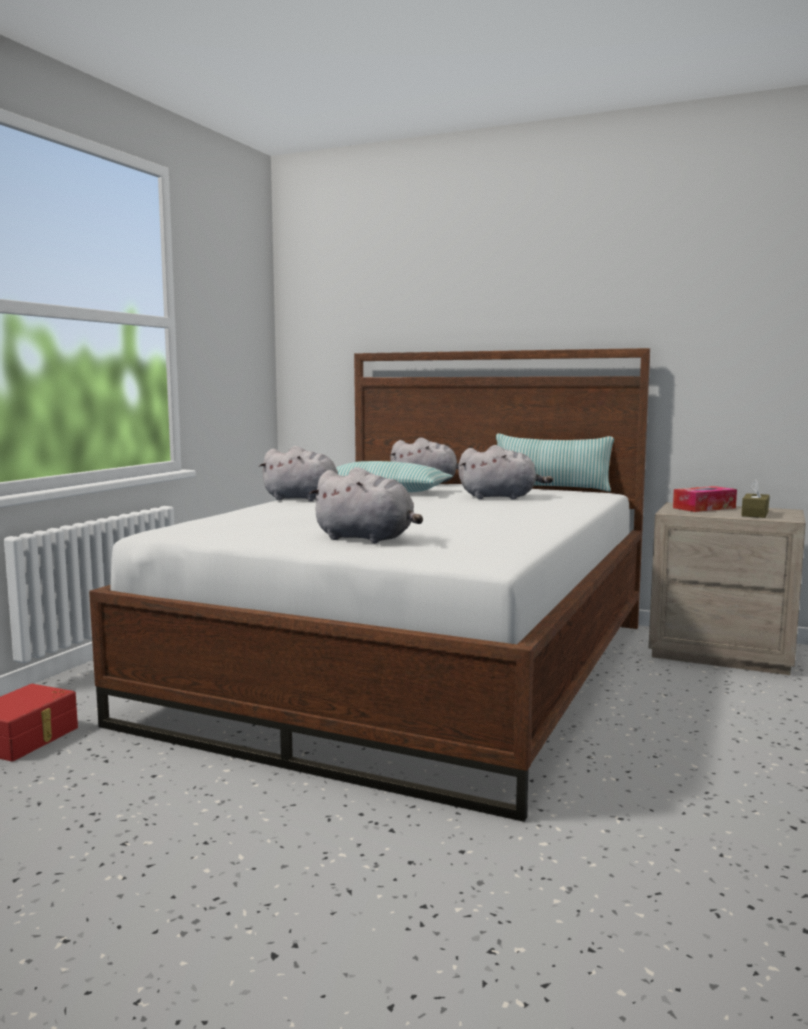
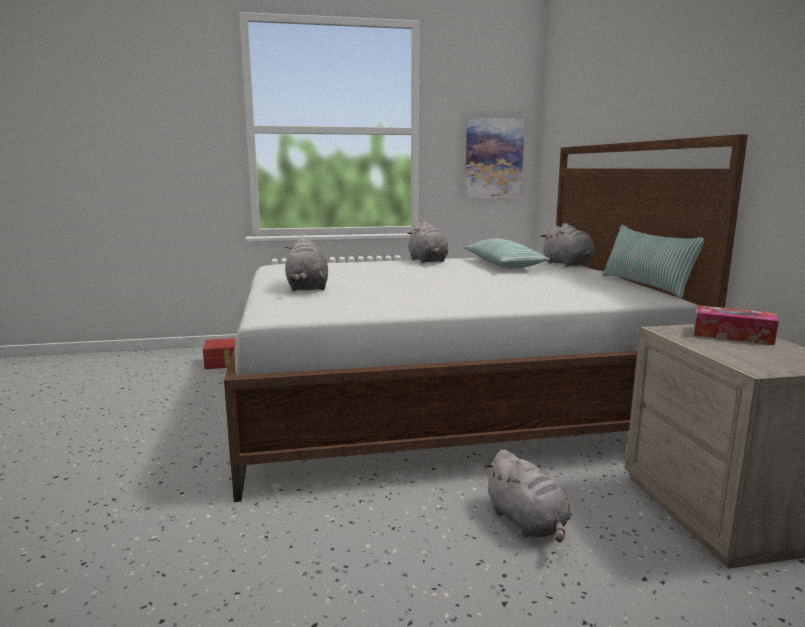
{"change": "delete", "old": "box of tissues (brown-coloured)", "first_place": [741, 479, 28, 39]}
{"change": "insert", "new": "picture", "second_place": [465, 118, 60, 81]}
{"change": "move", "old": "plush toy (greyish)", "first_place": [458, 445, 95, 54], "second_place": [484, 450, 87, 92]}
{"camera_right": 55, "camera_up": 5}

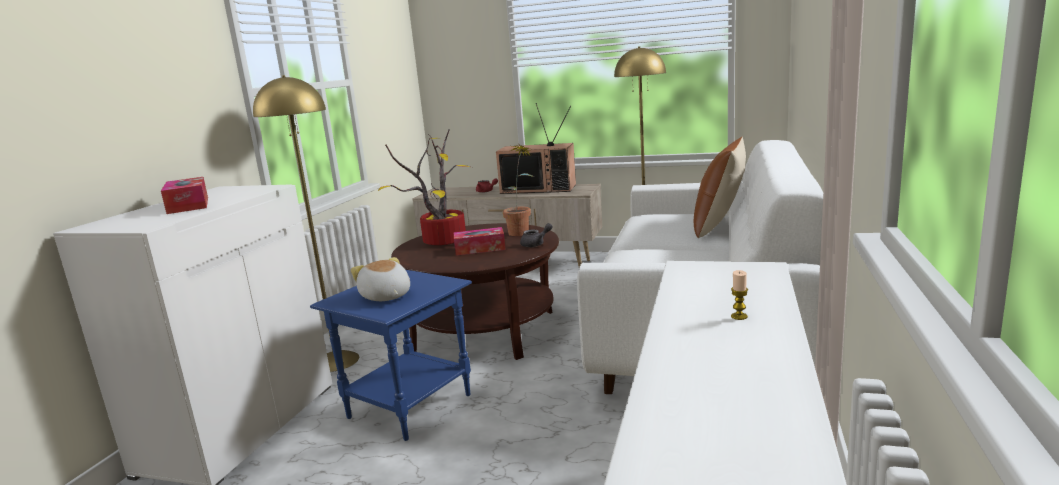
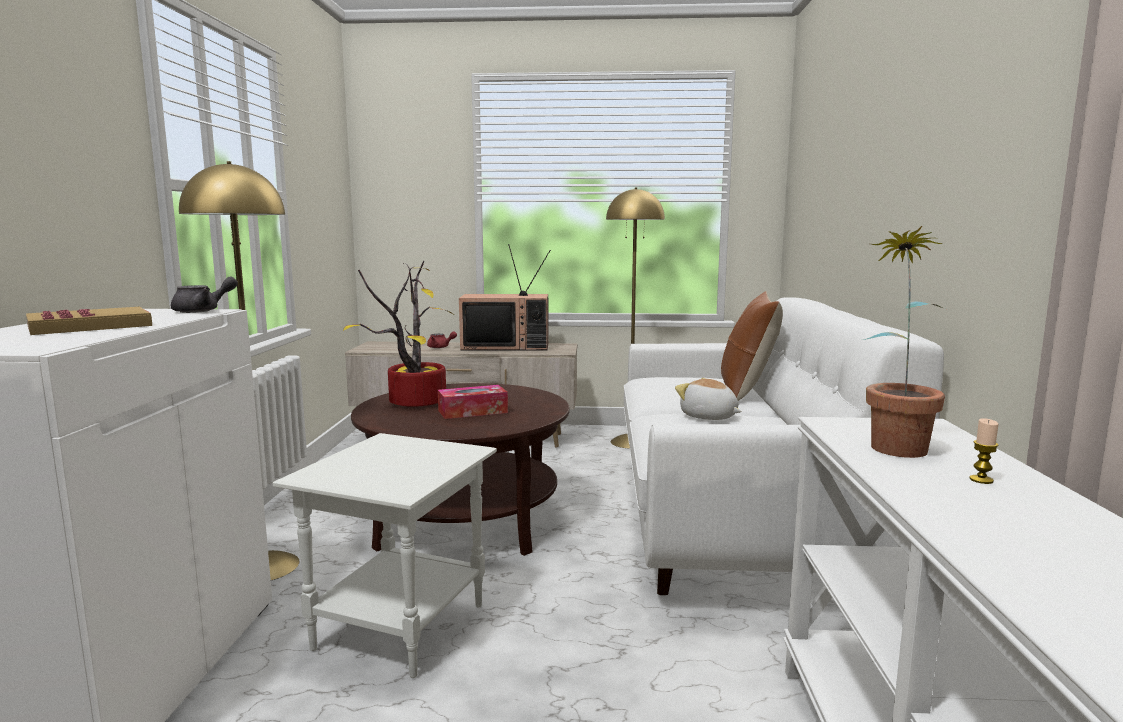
{"change": "move", "old": "plush toy", "first_place": [351, 257, 59, 44], "second_place": [675, 378, 67, 42]}
{"change": "move", "old": "houseplant", "first_place": [502, 145, 32, 91], "second_place": [864, 226, 84, 232]}
{"change": "move", "old": "pot for tea (greyish)", "first_place": [520, 223, 32, 24], "second_place": [171, 277, 67, 36]}
{"change": "replace", "old": "box of tissues", "new": "book", "first_place": [161, 177, 47, 37], "second_place": [26, 307, 126, 28]}
{"change": "recolor", "old": "side table (blue-coloured)", "new": "side table (white)", "first_place": [310, 270, 162, 171], "second_place": [273, 433, 224, 245]}
{"camera_right": -15, "camera_up": -5}

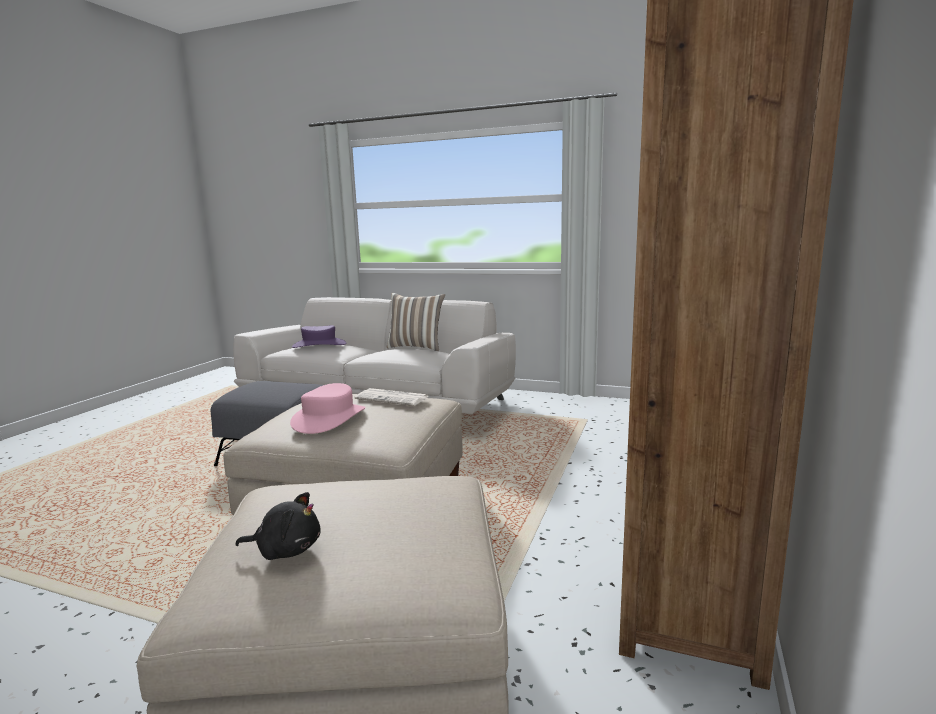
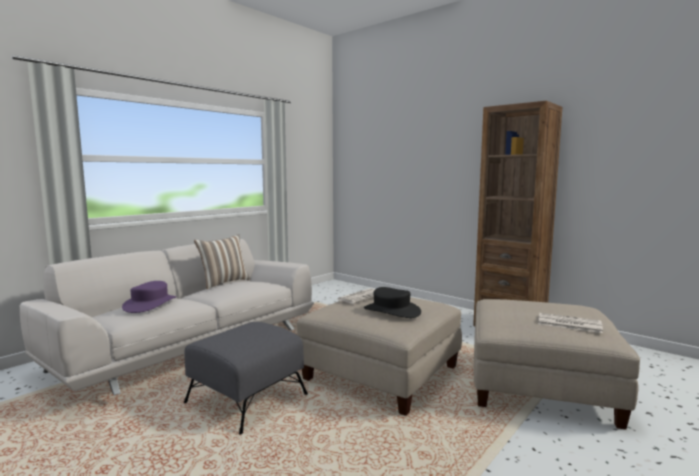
{"change": "replace", "old": "plush toy (black-coloured)", "new": "newspaper", "first_place": [235, 492, 86, 68], "second_place": [538, 313, 65, 20]}
{"change": "recolor", "old": "hat (pink-coloured)", "new": "hat (black-coloured)", "first_place": [290, 383, 75, 51], "second_place": [364, 287, 57, 31]}
{"camera_right": -70, "camera_up": -5}

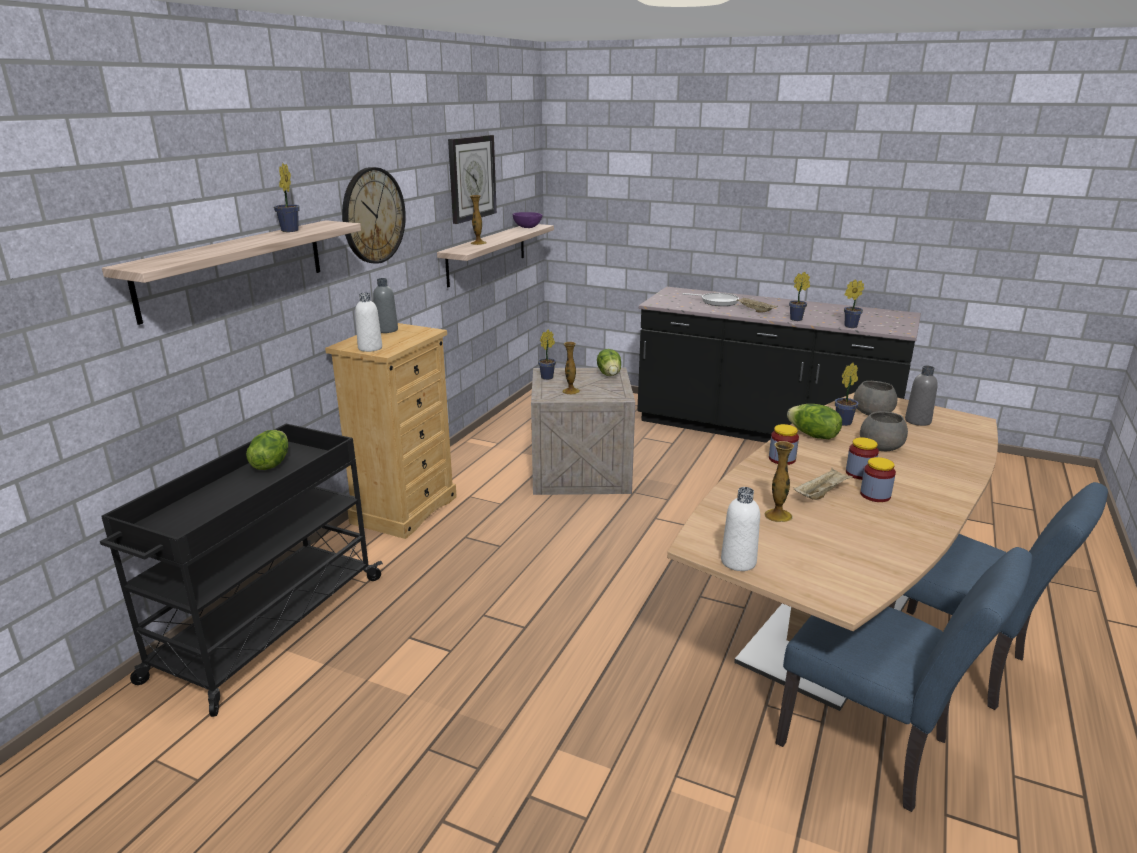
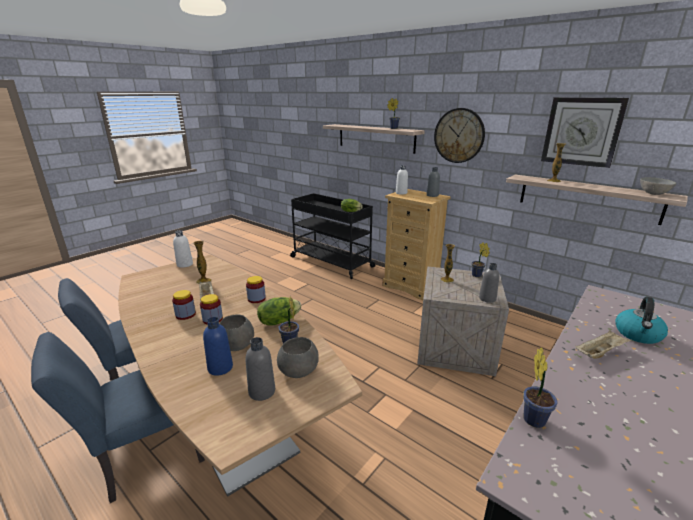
{"change": "delete", "old": "houseplant", "first_place": [789, 272, 21, 49]}
{"change": "insert", "new": "beverage bottle (blue-coloured)", "second_place": [203, 317, 30, 59]}
{"change": "replace", "old": "head of lettuce", "new": "beverage bottle (greyish)", "first_place": [597, 349, 24, 27], "second_place": [479, 263, 21, 40]}
{"change": "replace", "old": "pan", "new": "tea kettle", "first_place": [682, 293, 57, 13], "second_place": [615, 297, 53, 47]}
{"change": "recolor", "old": "deep dish (purple)", "new": "deep dish (greyish)", "first_place": [512, 212, 30, 16], "second_place": [640, 177, 36, 18]}
{"camera_right": 105, "camera_up": 0}

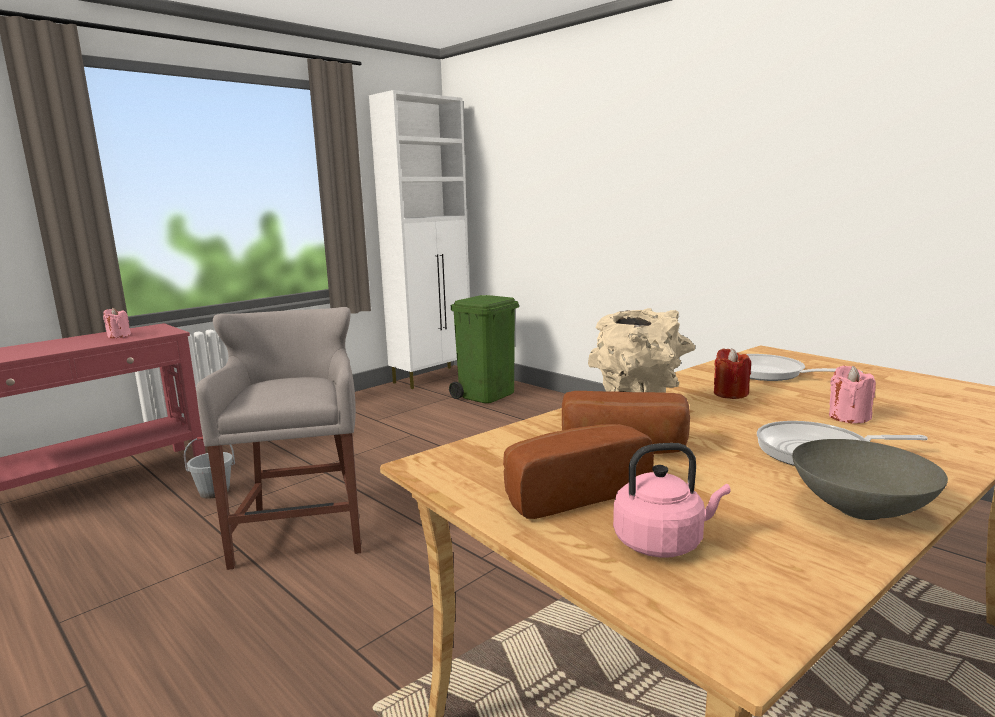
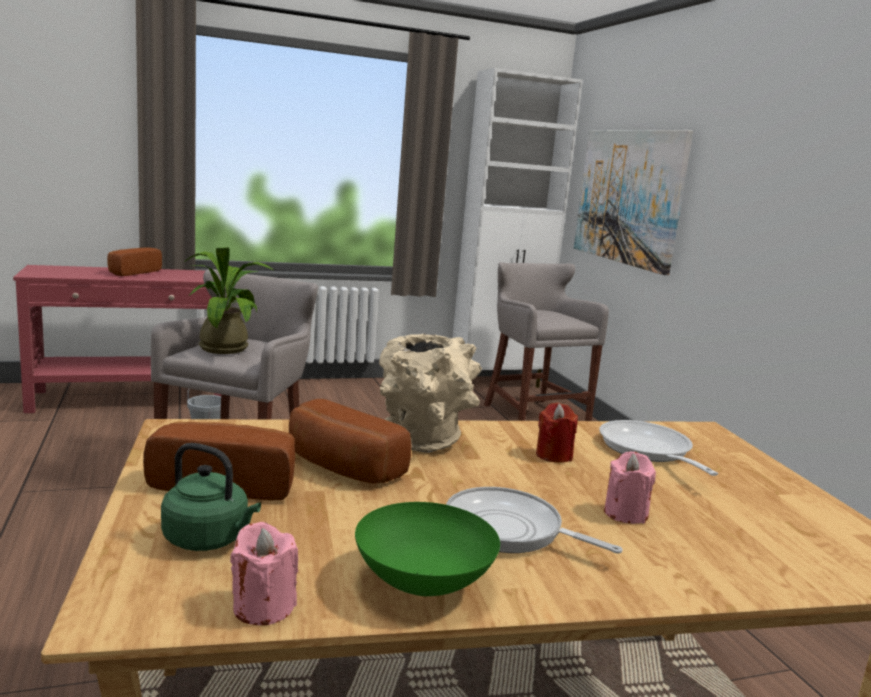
{"change": "insert", "new": "bread", "second_place": [107, 247, 55, 29]}
{"change": "insert", "new": "houseplant", "second_place": [184, 247, 91, 107]}
{"change": "insert", "new": "picture", "second_place": [574, 130, 119, 145]}
{"change": "move", "old": "wax candle (pink-coloured)", "first_place": [103, 308, 28, 30], "second_place": [230, 522, 68, 103]}
{"change": "replace", "old": "trash can (green)", "new": "sitting stool (greyish)", "first_place": [449, 295, 70, 108], "second_place": [484, 262, 125, 159]}
{"change": "recolor", "old": "tea kettle (pink-coloured)", "new": "tea kettle (green)", "first_place": [613, 443, 118, 115], "second_place": [161, 443, 100, 108]}
{"change": "recolor", "old": "deep dish (greyish)", "new": "deep dish (green)", "first_place": [792, 439, 156, 81], "second_place": [355, 502, 145, 94]}
{"camera_right": 25, "camera_up": 0}

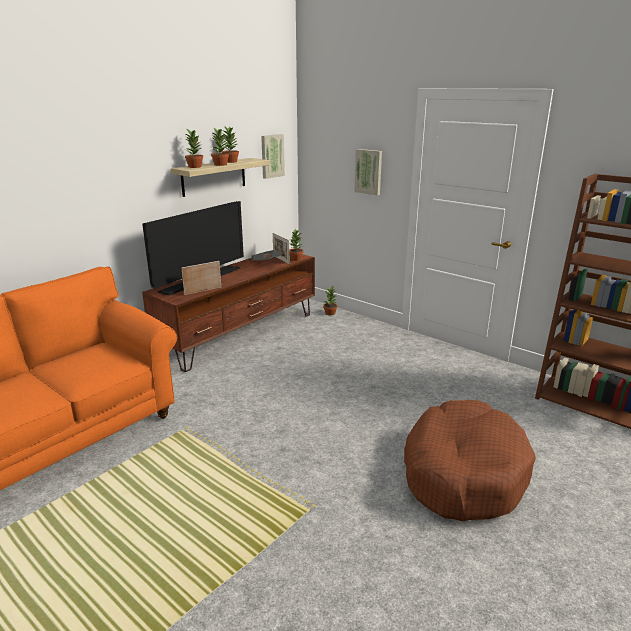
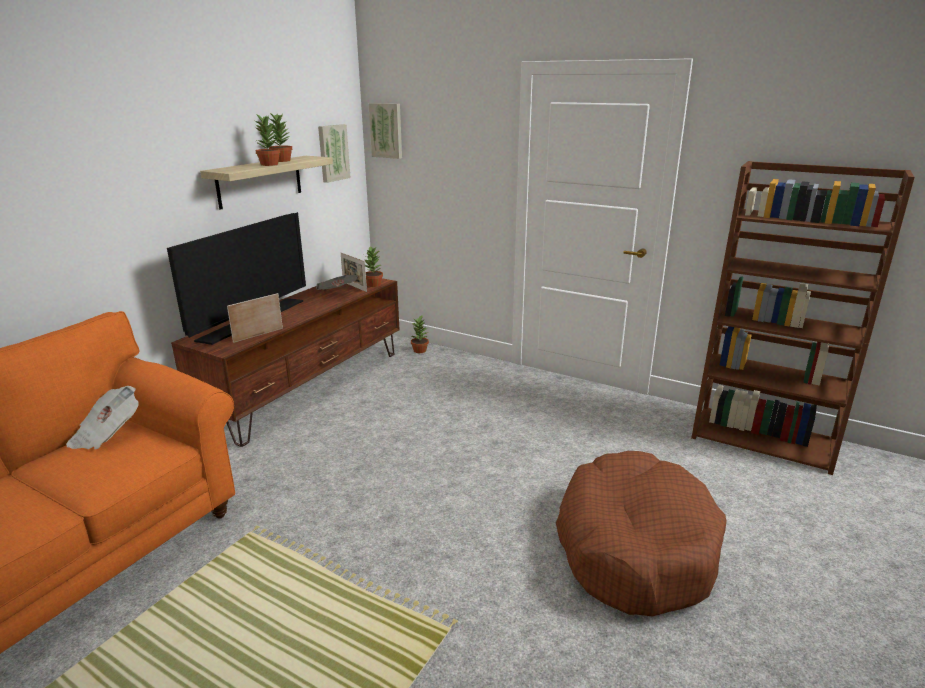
{"change": "delete", "old": "houseplant", "first_place": [184, 128, 19, 40]}
{"change": "insert", "new": "newspaper", "second_place": [66, 386, 73, 63]}
{"change": "move", "old": "picture", "first_place": [354, 149, 28, 47], "second_place": [369, 103, 33, 56]}
{"camera_right": -10, "camera_up": 0}

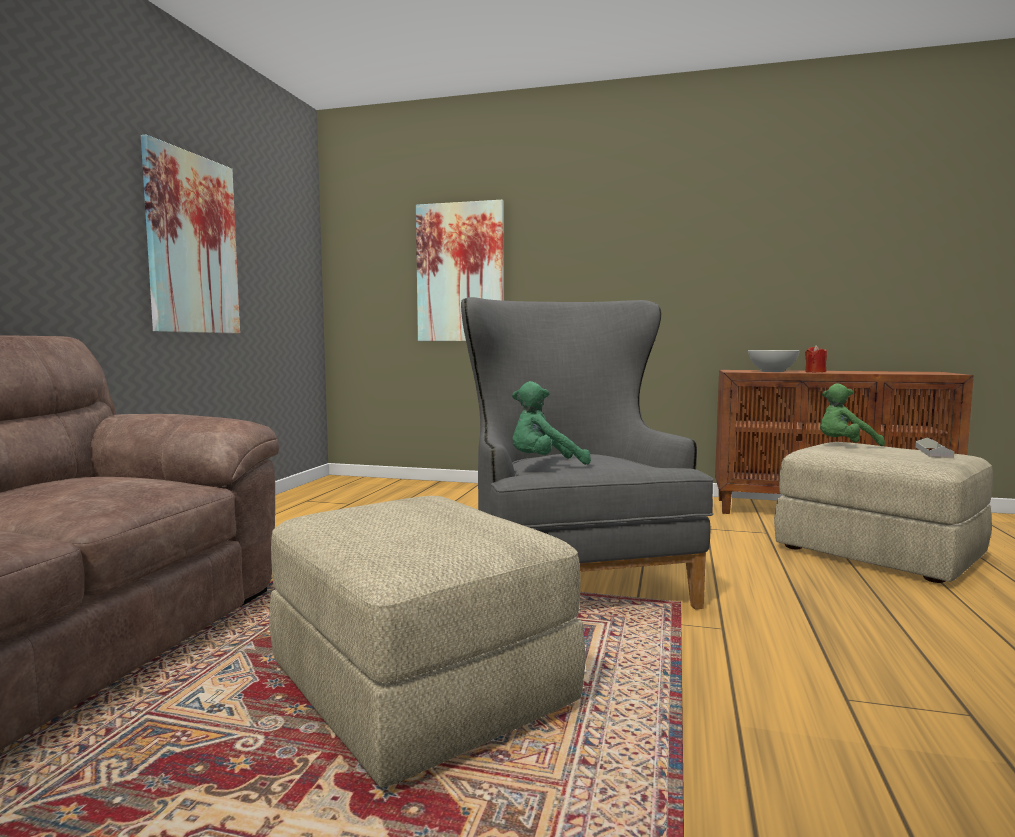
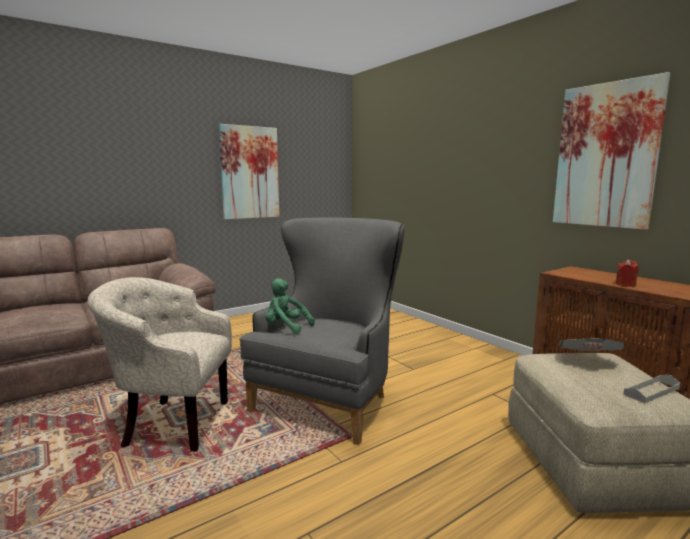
{"change": "delete", "old": "deep dish (white)", "first_place": [748, 350, 52, 22]}
{"change": "move", "old": "picture", "first_place": [416, 200, 88, 141], "second_place": [553, 72, 117, 158]}
{"change": "replace", "old": "footrest (beige)", "new": "armchair (beige)", "first_place": [269, 496, 317, 292], "second_place": [87, 277, 145, 175]}
{"change": "replace", "old": "plush toy (green)", "new": "newspaper", "first_place": [820, 383, 65, 63], "second_place": [559, 339, 65, 12]}
{"camera_right": 40, "camera_up": 5}

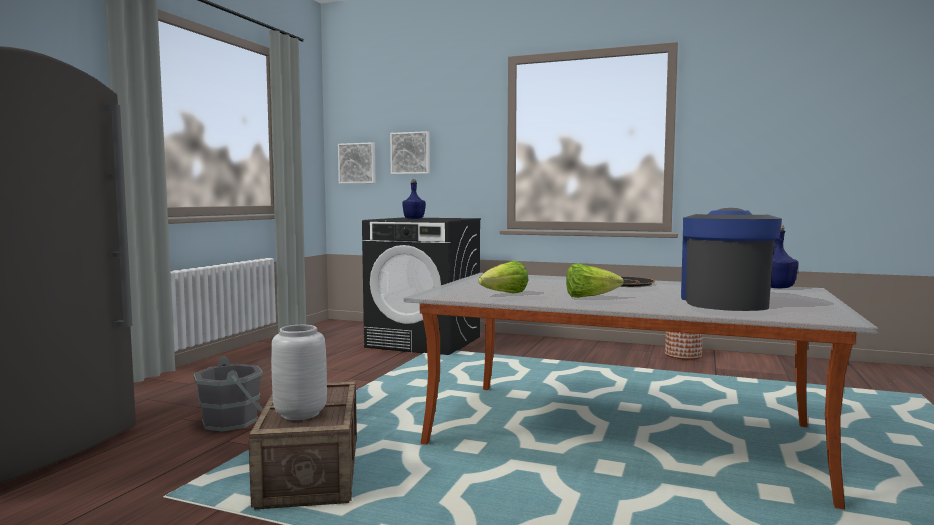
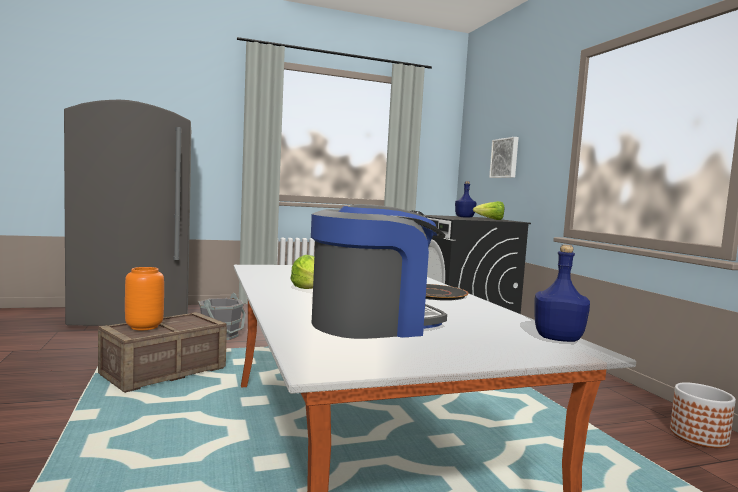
{"change": "delete", "old": "picture", "first_place": [338, 142, 38, 42]}
{"change": "move", "old": "head of lettuce", "first_place": [478, 261, 50, 32], "second_place": [473, 201, 31, 19]}
{"change": "recolor", "old": "decorative vase (greyish)", "new": "decorative vase (orange)", "first_place": [271, 325, 56, 95], "second_place": [125, 267, 39, 63]}
{"camera_right": 50, "camera_up": 0}

